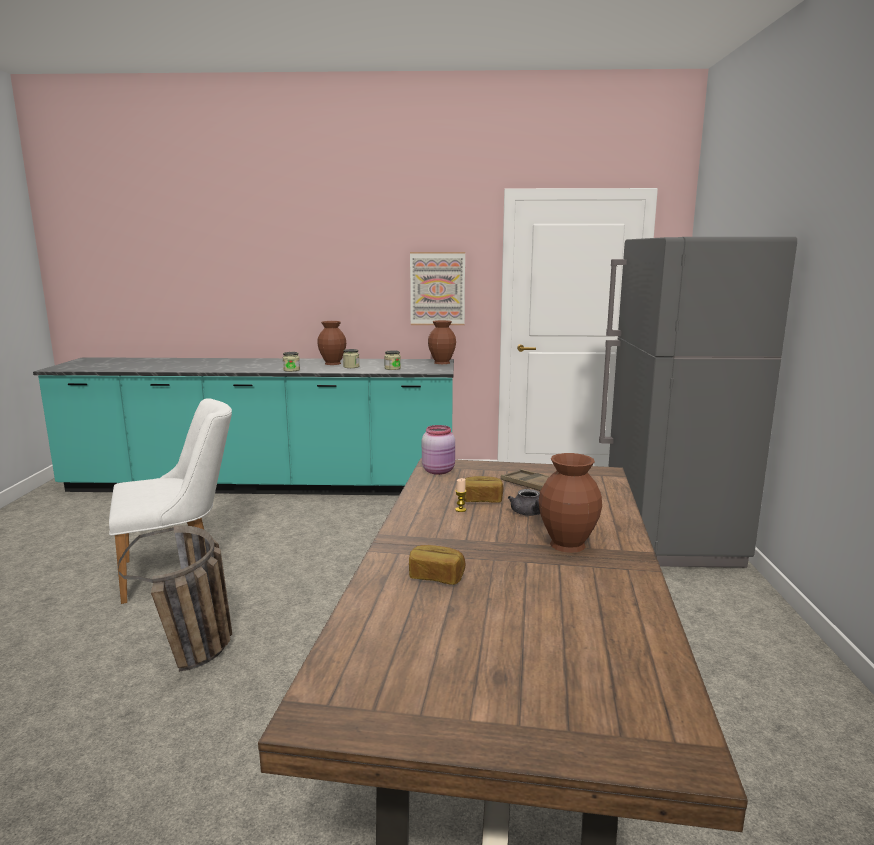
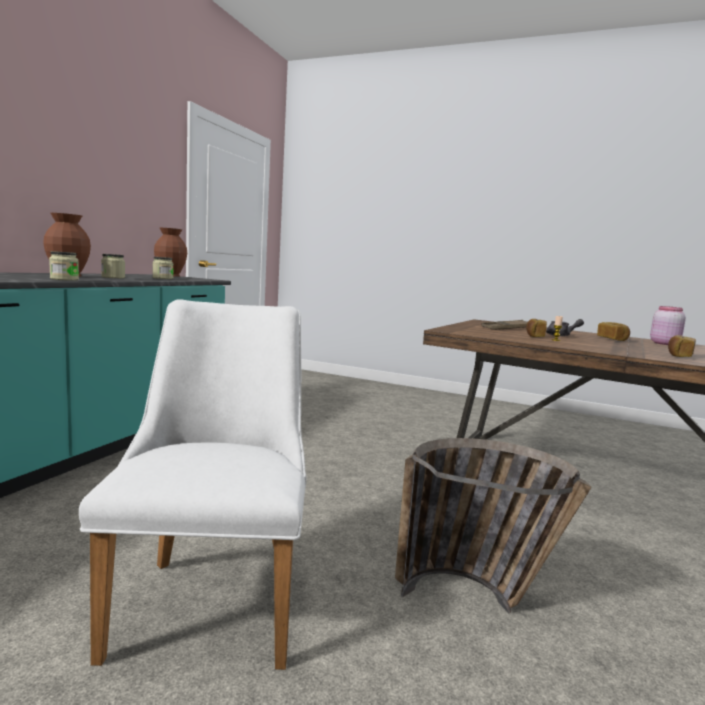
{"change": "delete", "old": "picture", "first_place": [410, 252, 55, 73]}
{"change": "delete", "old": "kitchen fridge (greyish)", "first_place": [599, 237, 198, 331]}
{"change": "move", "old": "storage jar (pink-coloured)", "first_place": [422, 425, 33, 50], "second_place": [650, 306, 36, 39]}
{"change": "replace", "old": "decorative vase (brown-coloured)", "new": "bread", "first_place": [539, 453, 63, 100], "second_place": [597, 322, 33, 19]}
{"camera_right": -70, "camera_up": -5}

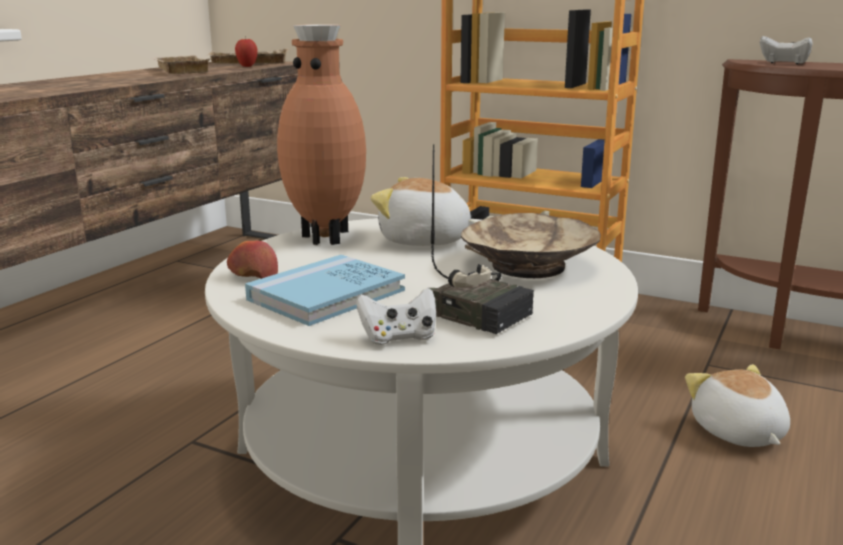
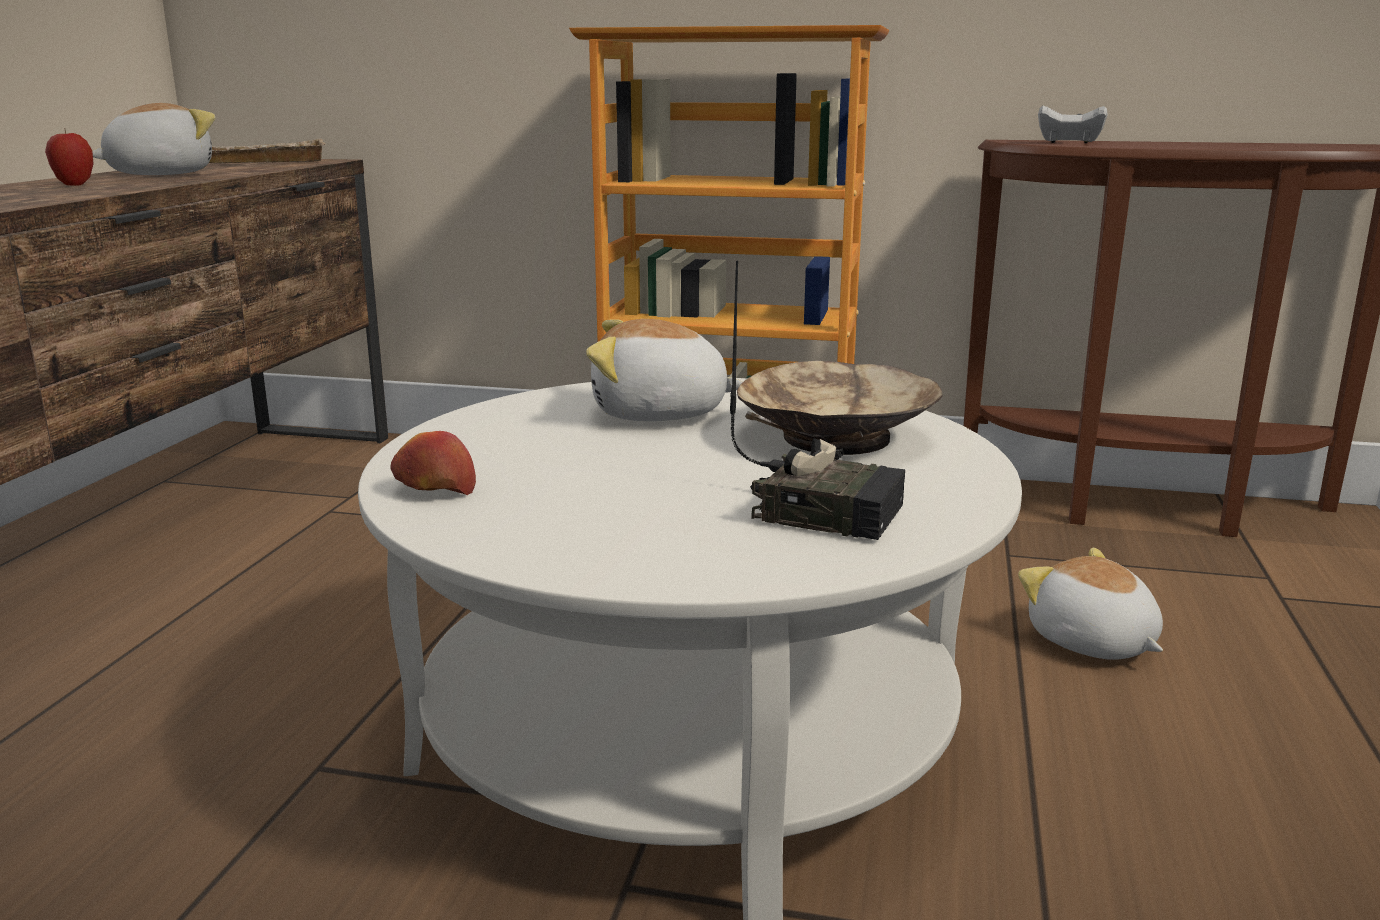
{"change": "delete", "old": "book (blue-coloured)", "first_place": [245, 254, 160, 72]}
{"change": "delete", "old": "decorative vase (brown-coloured)", "first_place": [277, 24, 89, 221]}
{"change": "delete", "old": "gamepad (white)", "first_place": [356, 288, 80, 57]}
{"change": "move", "old": "whole apple", "first_place": [235, 38, 22, 29], "second_place": [45, 128, 49, 58]}
{"change": "replace", "old": "tray (beige)", "new": "plush toy", "first_place": [152, 55, 60, 19], "second_place": [93, 103, 122, 72]}
{"camera_right": -15, "camera_up": 0}

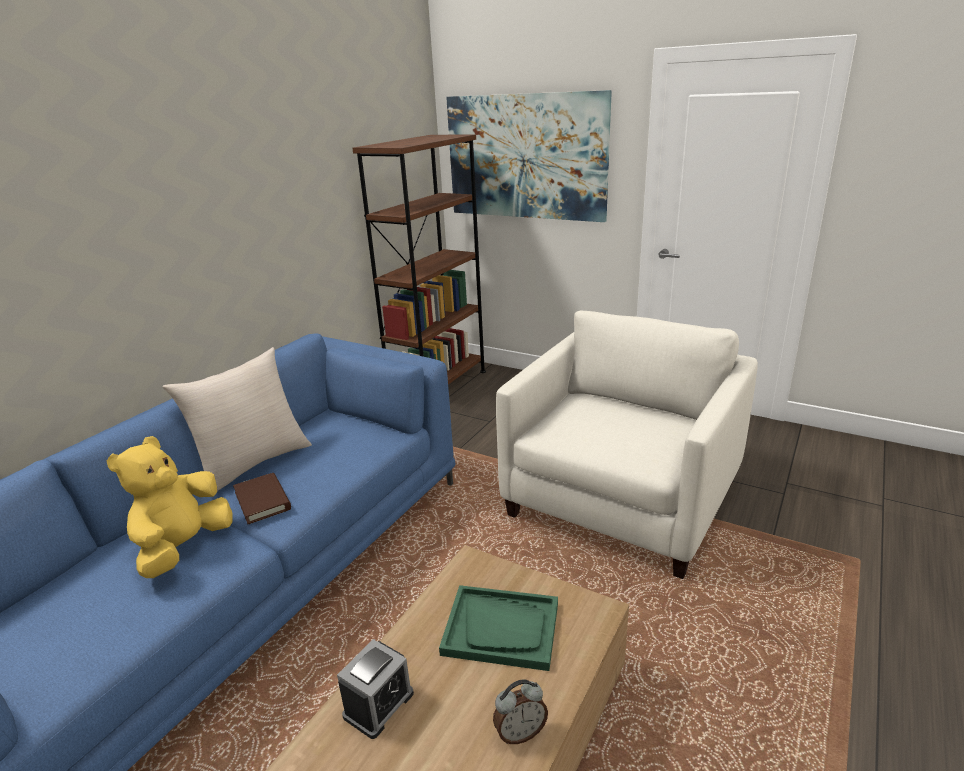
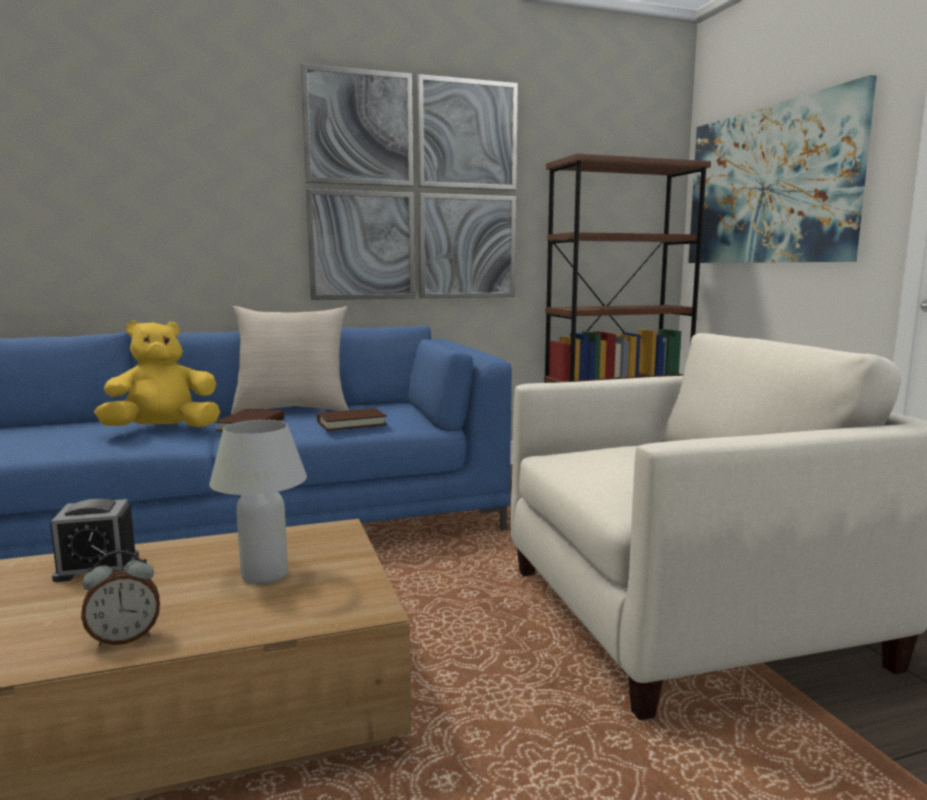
{"change": "insert", "new": "picture", "second_place": [301, 64, 217, 236]}
{"change": "insert", "new": "book (brown-coloured)", "second_place": [317, 408, 70, 23]}
{"change": "replace", "old": "tray (green)", "new": "table lamp (white)", "first_place": [439, 585, 119, 86], "second_place": [209, 420, 98, 164]}
{"change": "rotate", "old": "bedside clock", "first_place": [493, 679, 55, 65], "second_place": [81, 550, 79, 97], "degrees": -45}
{"camera_right": 40, "camera_up": -15}

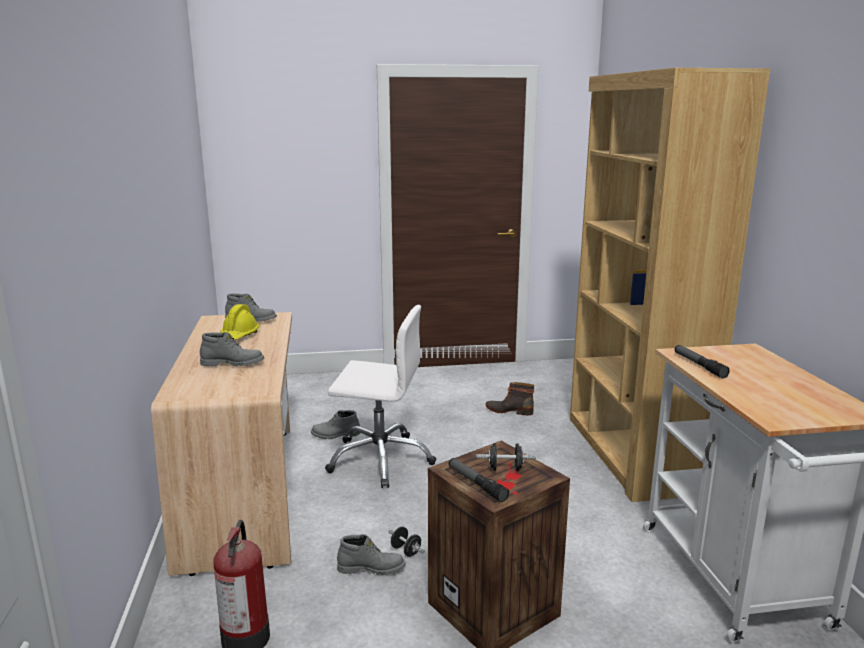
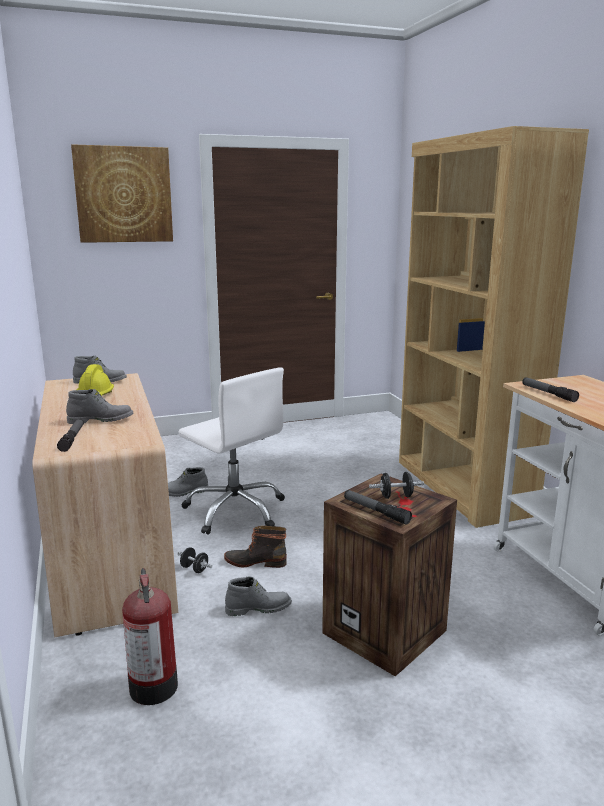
{"change": "insert", "new": "flashlight", "second_place": [57, 419, 27, 33]}
{"change": "insert", "new": "picture", "second_place": [71, 144, 102, 99]}
{"change": "move", "old": "free weight (black-coloured)", "first_place": [389, 527, 36, 30], "second_place": [177, 547, 35, 26]}
{"change": "move", "old": "tall boot", "first_place": [486, 382, 48, 33], "second_place": [224, 526, 63, 42]}
{"change": "rotate", "old": "desk chair (white)", "first_place": [325, 305, 111, 183], "second_place": [179, 367, 106, 168], "degrees": 45}
{"camera_right": -10, "camera_up": 0}

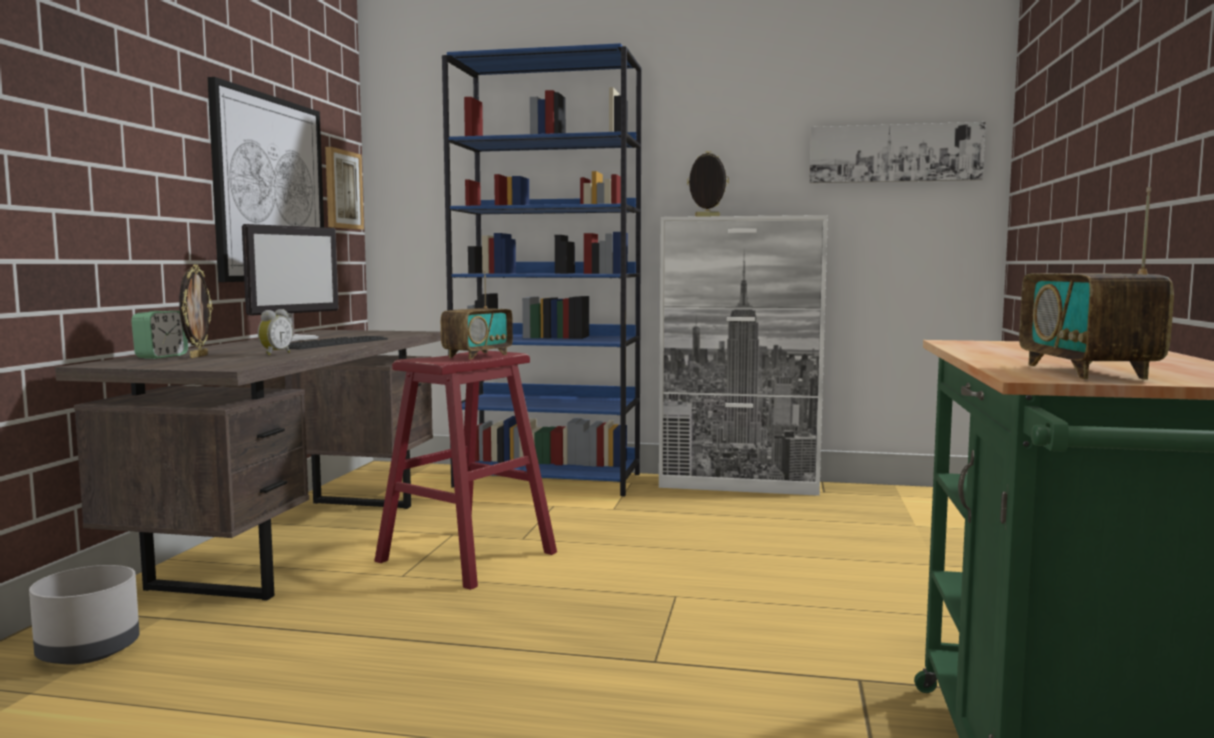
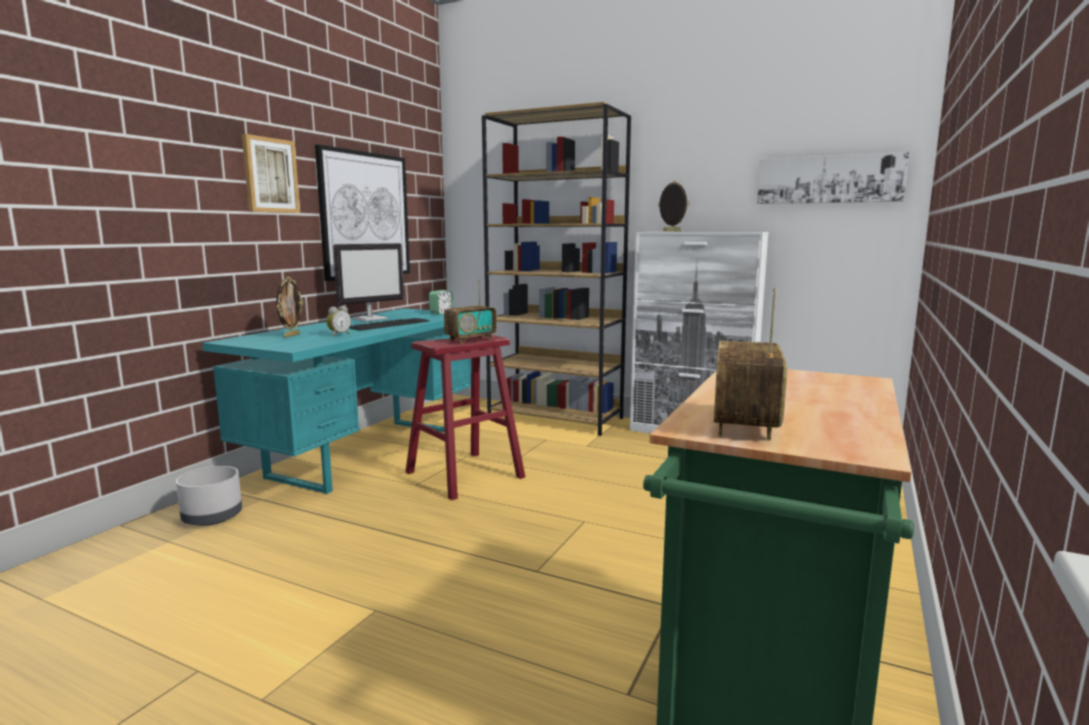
{"change": "move", "old": "bedside clock", "first_place": [131, 311, 57, 48], "second_place": [429, 290, 25, 25]}
{"change": "move", "old": "picture", "first_place": [325, 147, 39, 83], "second_place": [242, 134, 58, 79]}
{"change": "recolor", "old": "desk unit (brown-coloured)", "new": "desk unit (turquoise-coloured)", "first_place": [55, 330, 386, 271], "second_place": [202, 308, 269, 186]}
{"change": "recolor", "old": "bookcase (blue-coloured)", "new": "bookcase (brown-coloured)", "first_place": [442, 43, 200, 453], "second_place": [482, 102, 149, 334]}
{"camera_right": 15, "camera_up": 5}

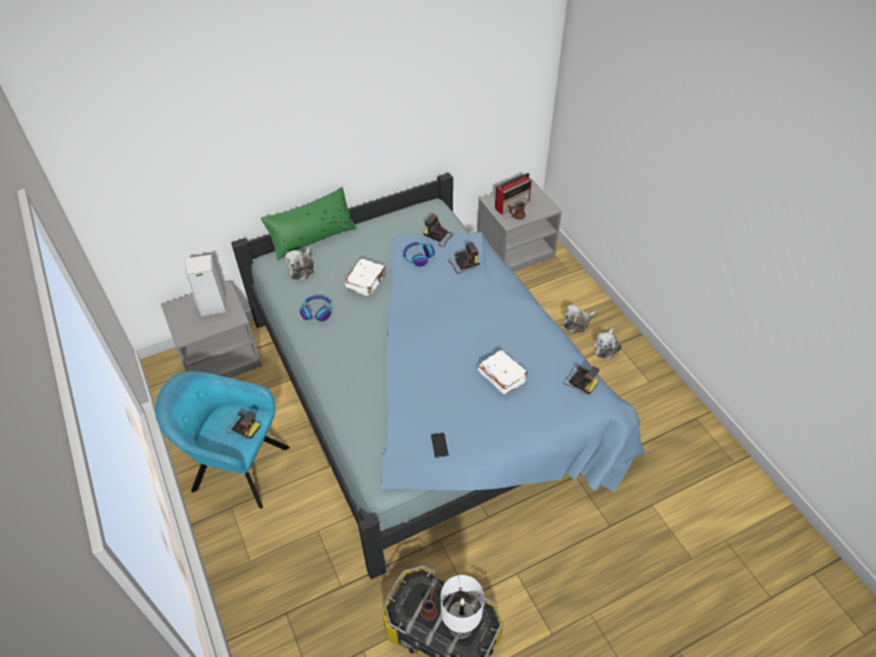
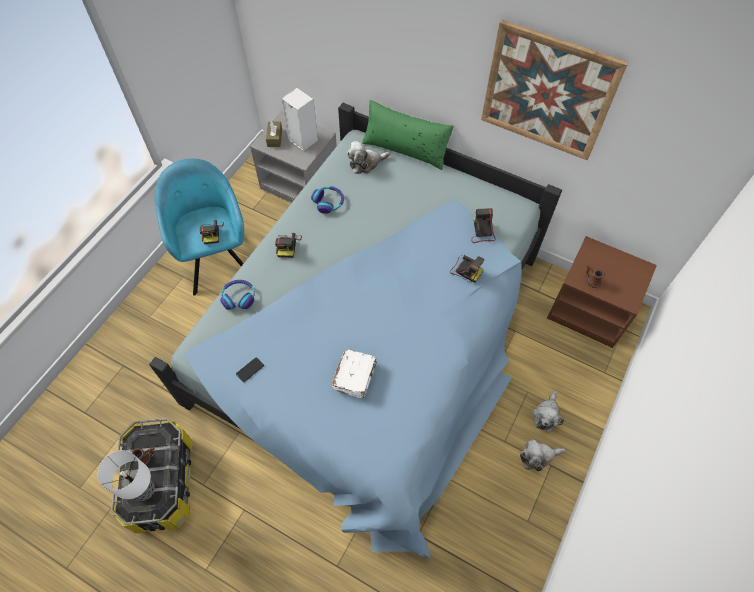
{"change": "delete", "old": "book (white)", "first_place": [345, 258, 41, 38]}
{"change": "delete", "old": "radio receiver", "first_place": [495, 173, 37, 42]}
{"change": "insert", "new": "box of tissues (brown-coloured)", "second_place": [266, 121, 16, 26]}
{"change": "insert", "new": "picture", "second_place": [481, 19, 147, 142]}
{"change": "move", "old": "headphones", "first_place": [403, 242, 32, 25], "second_place": [220, 280, 35, 30]}
{"change": "move", "old": "still camera", "first_place": [563, 365, 37, 30], "second_place": [275, 233, 27, 25]}
{"change": "recolor", "old": "bedside table (greyish)", "new": "bedside table (brown-coloured)", "first_place": [477, 180, 85, 92], "second_place": [547, 236, 110, 112]}
{"change": "rotate", "old": "plush toy", "first_place": [564, 304, 34, 30], "second_place": [532, 390, 32, 42], "degrees": -90}
{"camera_right": 55, "camera_up": 10}

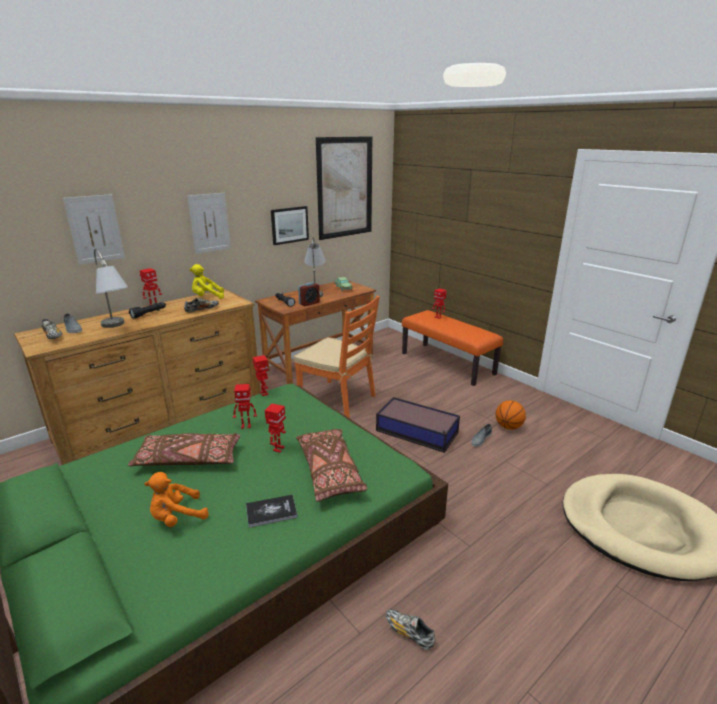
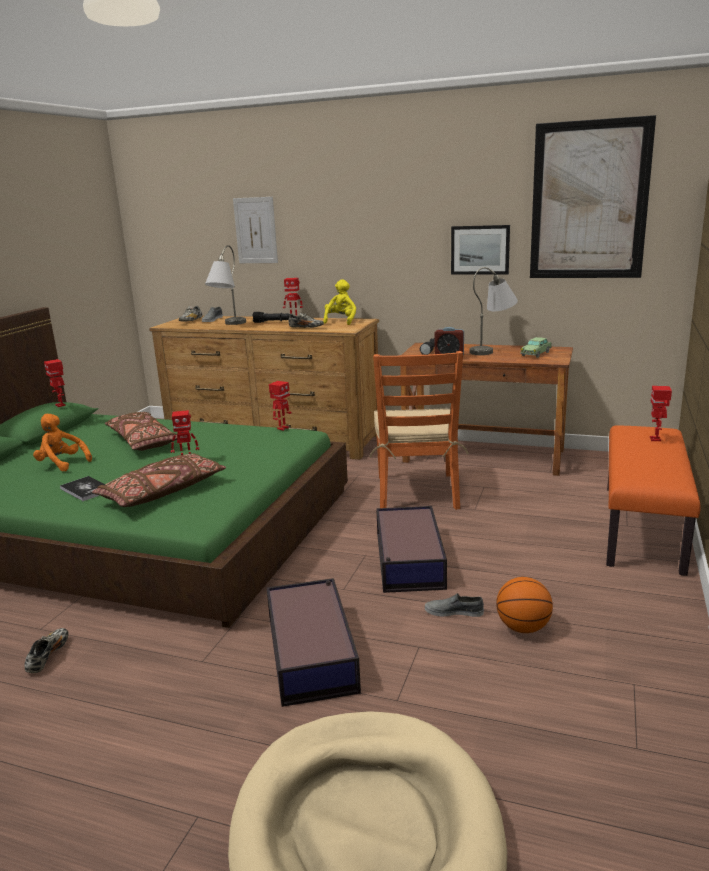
{"change": "delete", "old": "picture", "first_place": [188, 193, 43, 61]}
{"change": "insert", "new": "storage bin", "second_place": [267, 578, 94, 129]}
{"change": "move", "old": "toy robot", "first_place": [233, 384, 24, 45], "second_place": [44, 359, 22, 48]}
{"change": "rotate", "old": "plush toy (yellow)", "first_place": [190, 264, 34, 35], "second_place": [323, 279, 33, 46], "degrees": 60}
{"camera_right": 60, "camera_up": -5}

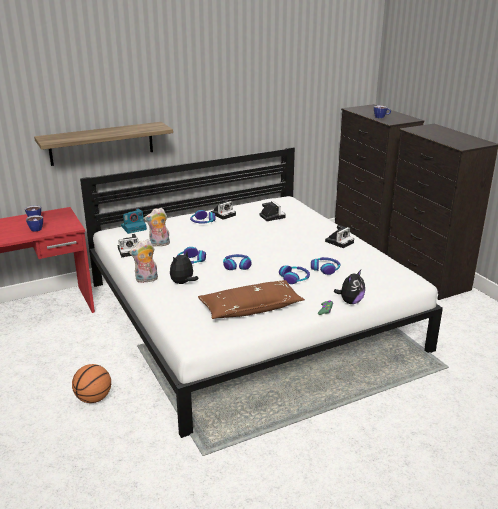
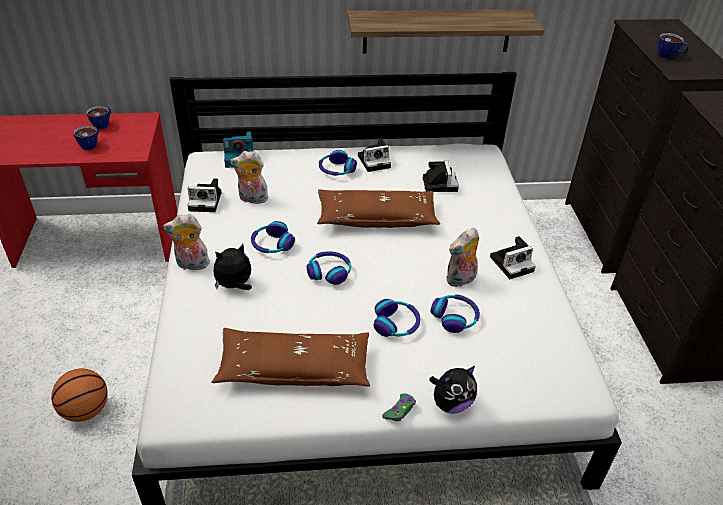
{"change": "insert", "new": "throw pillow (brown-coloured)", "second_place": [317, 190, 123, 38]}
{"change": "insert", "new": "plush toy", "second_place": [446, 228, 33, 60]}
{"change": "move", "old": "shelf", "first_place": [34, 122, 139, 44], "second_place": [347, 9, 197, 45]}
{"camera_right": 20, "camera_up": 15}

